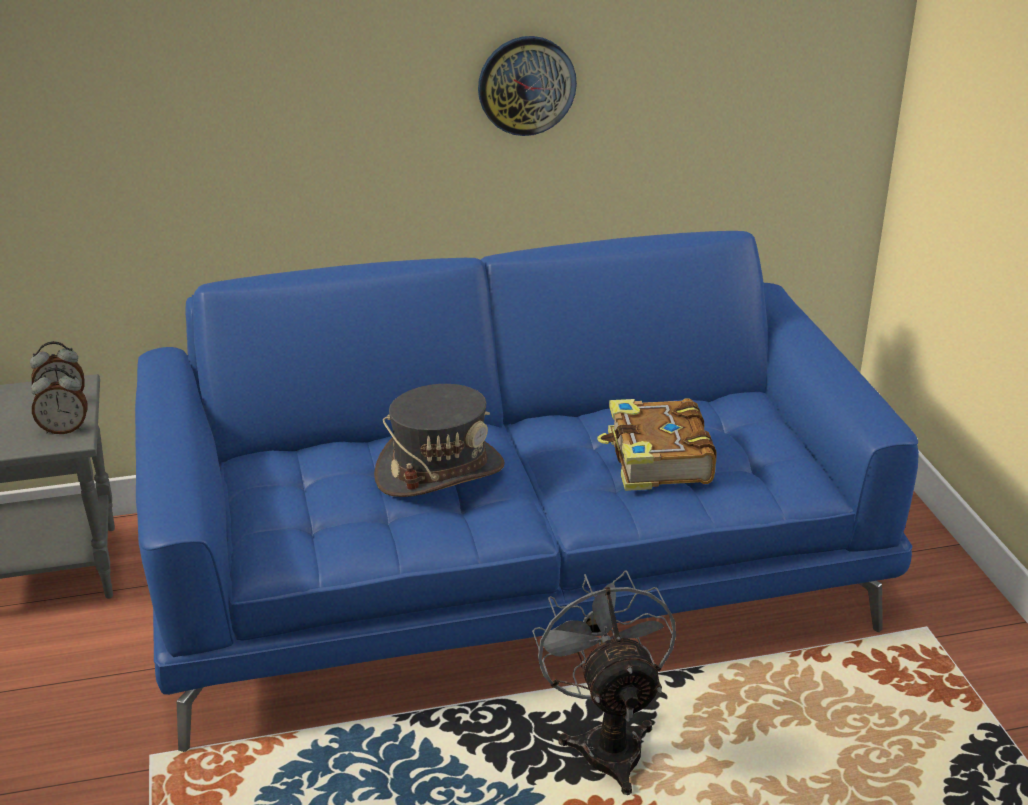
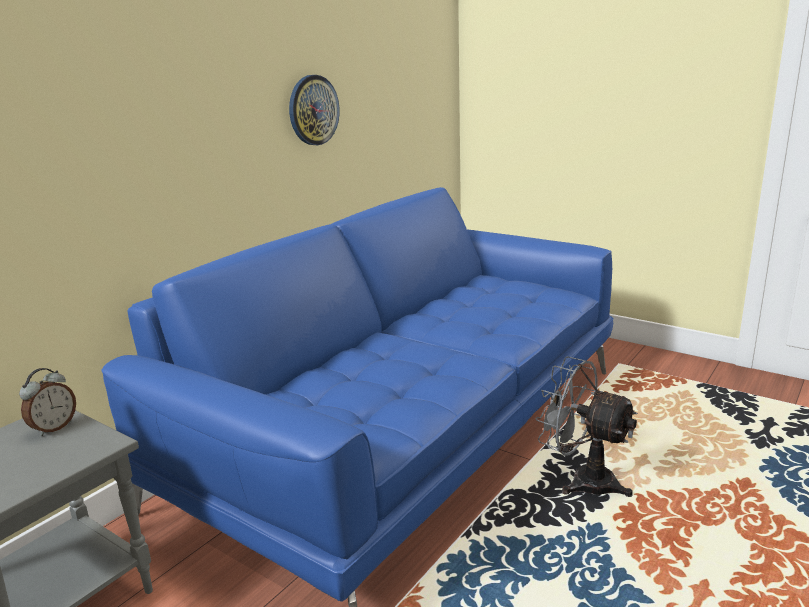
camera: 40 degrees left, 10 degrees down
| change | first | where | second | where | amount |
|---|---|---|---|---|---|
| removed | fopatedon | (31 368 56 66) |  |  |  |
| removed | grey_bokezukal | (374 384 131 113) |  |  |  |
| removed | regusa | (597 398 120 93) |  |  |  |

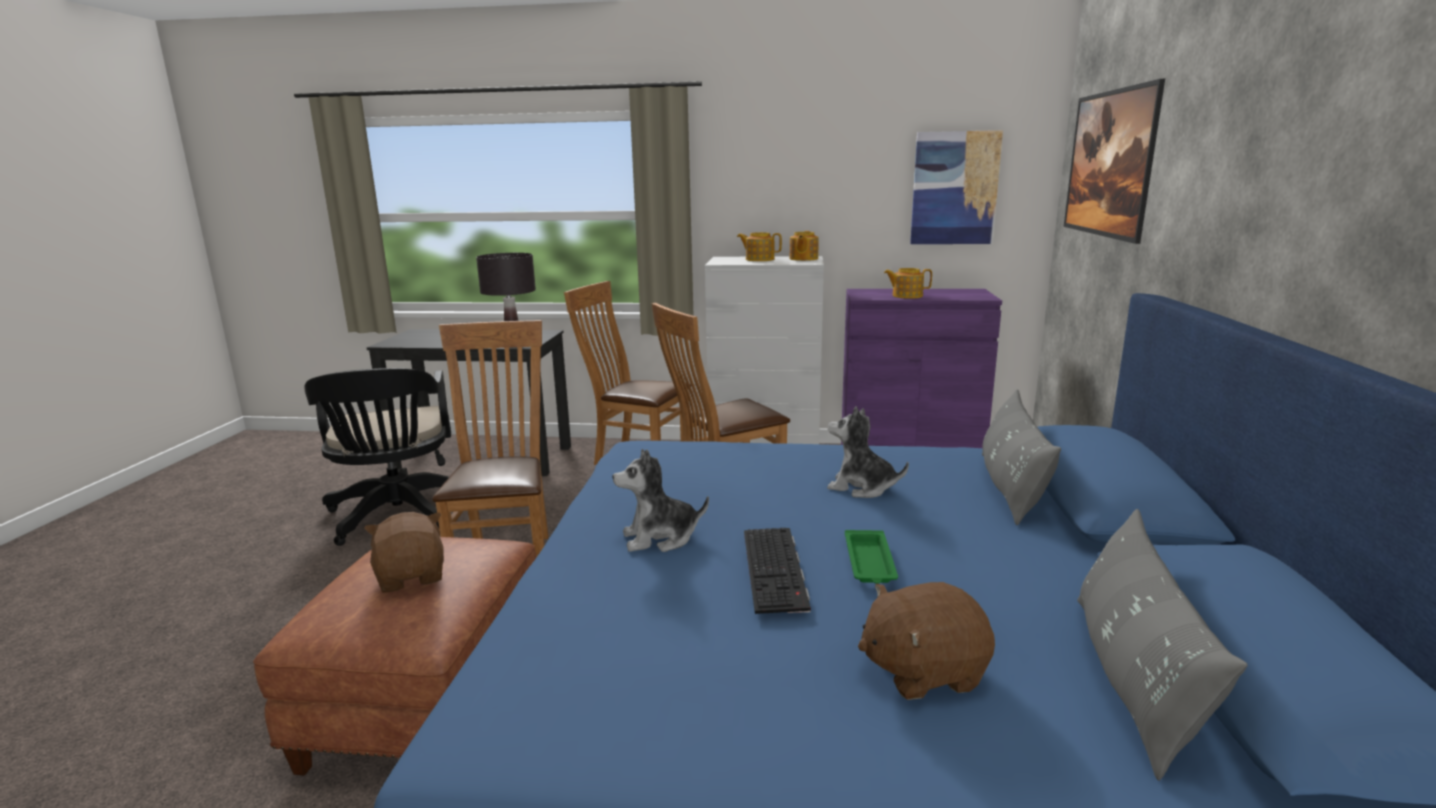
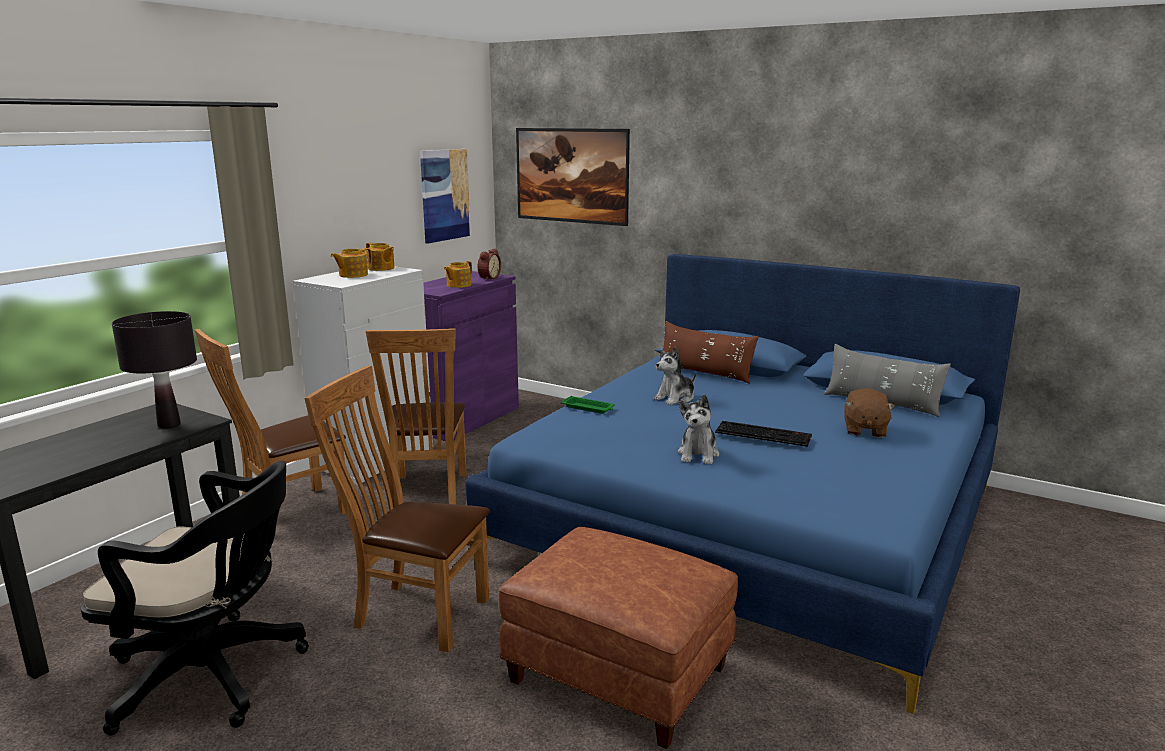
camera: 65 degrees left, 0 degrees up
| change | first | where | second | where | amount |
|---|---|---|---|---|---|
| removed | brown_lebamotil | (364 512 80 80) |  |  |  |
| moved | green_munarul | (845 530 53 54) |  | (561 396 54 18) |  |
| recoloured | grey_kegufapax | (982 389 79 136) | brown_kegufapax | (659 321 100 63) |  |
| added |  |  | fopatedon | (478 249 23 31) |  |

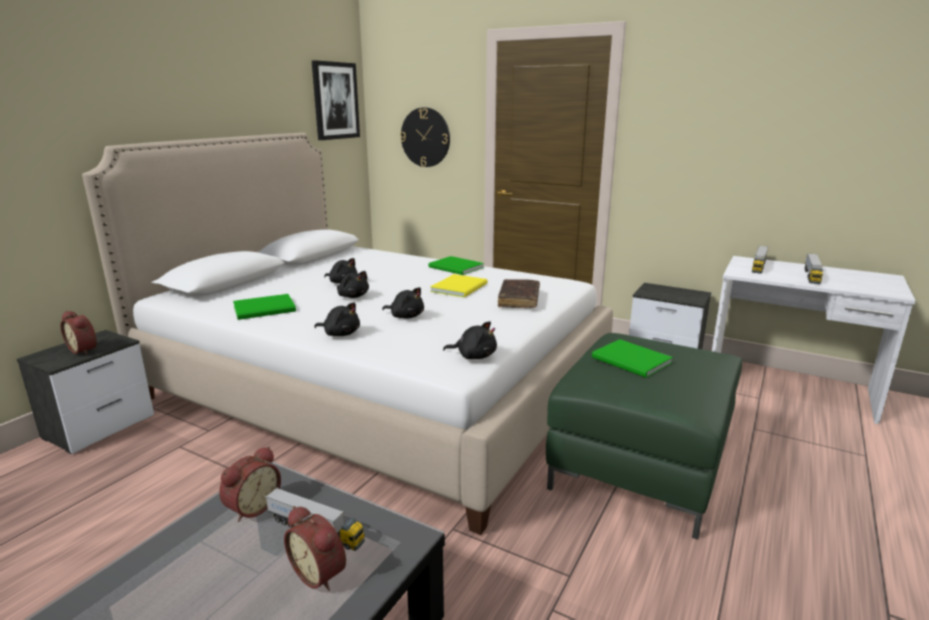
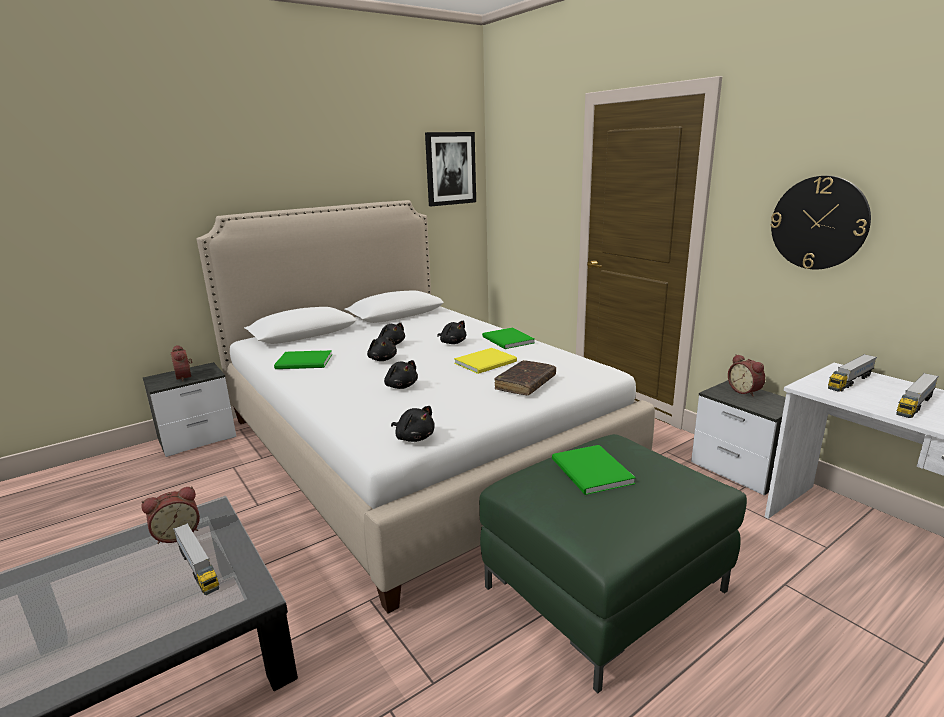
camera: 25 degrees right, 0 degrees up
| change | first | where | second | where | amount |
|---|---|---|---|---|---|
| moved | fopatedon | (284 506 62 85) |  | (728 354 37 43) |  |
| moved | black_lebamotil | (314 302 46 34) |  | (437 321 29 23) |  |
| moved | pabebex | (400 107 50 60) |  | (770 176 101 94) |  |

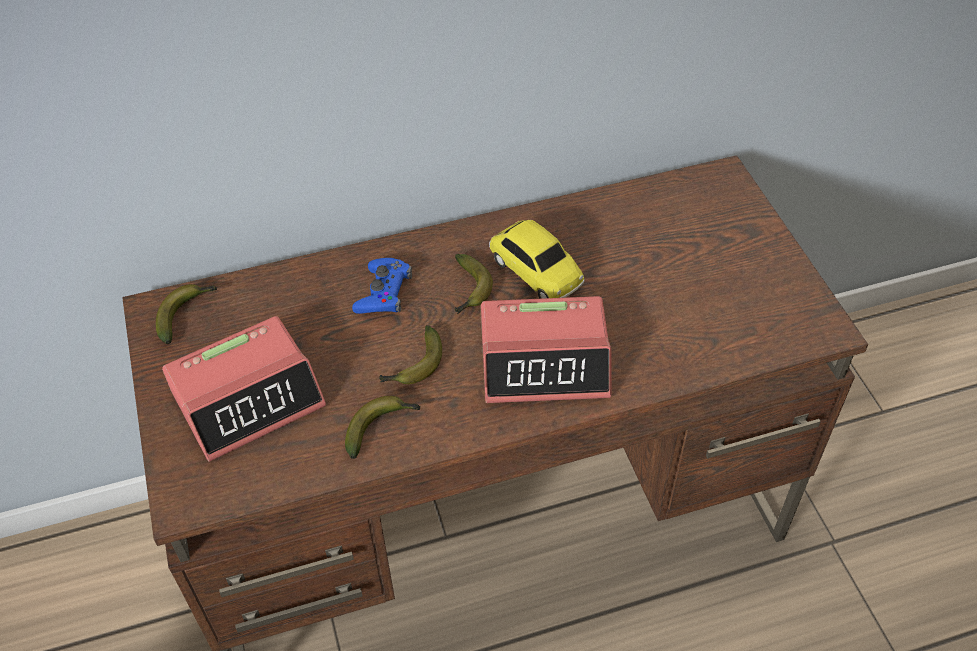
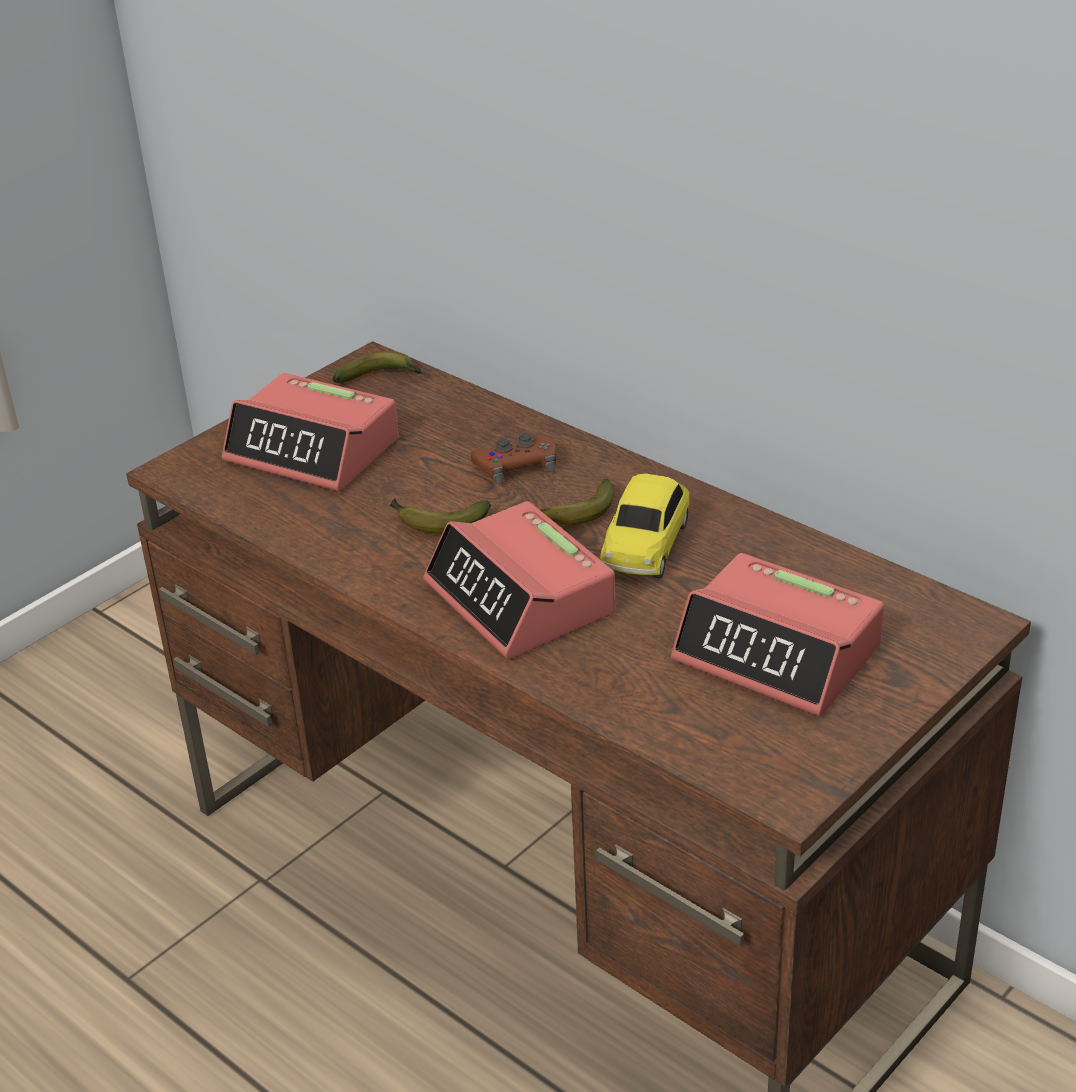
camera: 60 degrees right, 15 degrees down
| change | first | where | second | where | amount |
|---|---|---|---|---|---|
| removed | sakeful | (345 396 76 63) |  |  |  |
| recoloured | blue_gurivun | (352 258 60 56) | brown_gurivun | (471 434 85 50) |  |
| added |  |  | fopatedon | (671 553 213 163) |  |

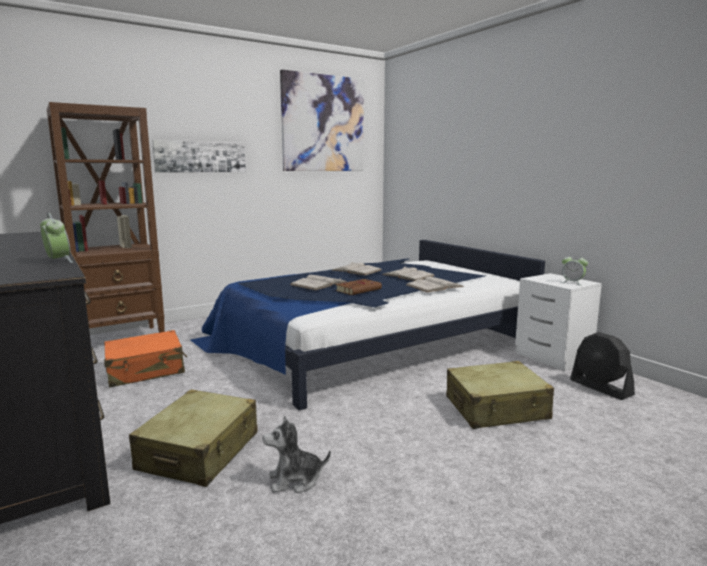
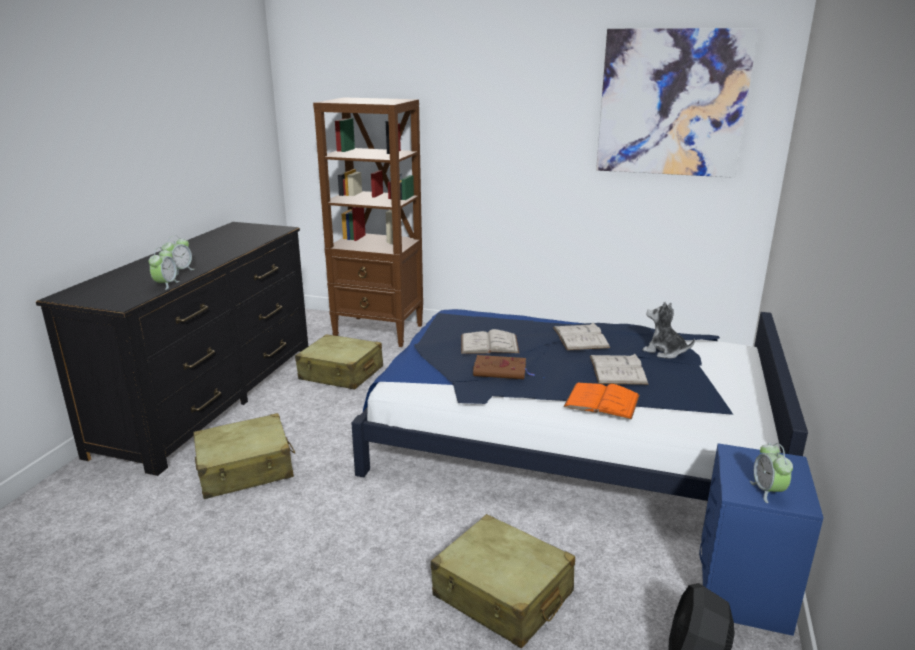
camera: 50 degrees right, 10 degrees up
| change | first | where | second | where | amount |
|---|---|---|---|---|---|
| recoloured | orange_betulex | (104 330 83 57) | beige_betulex | (295 334 88 56) |  |
| removed | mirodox | (152 140 94 32) |  |  |  |
| moved | lebamotil | (262 416 69 77) |  | (643 302 52 57) |  |
| recoloured | white_regusa | (407 277 57 15) | orange_regusa | (563 383 77 37) |  |
| recoloured | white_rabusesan | (515 273 87 98) | blue_rabusesan | (699 443 125 193) |  |
| added |  |  | fopatedon | (162 236 32 39) |  |

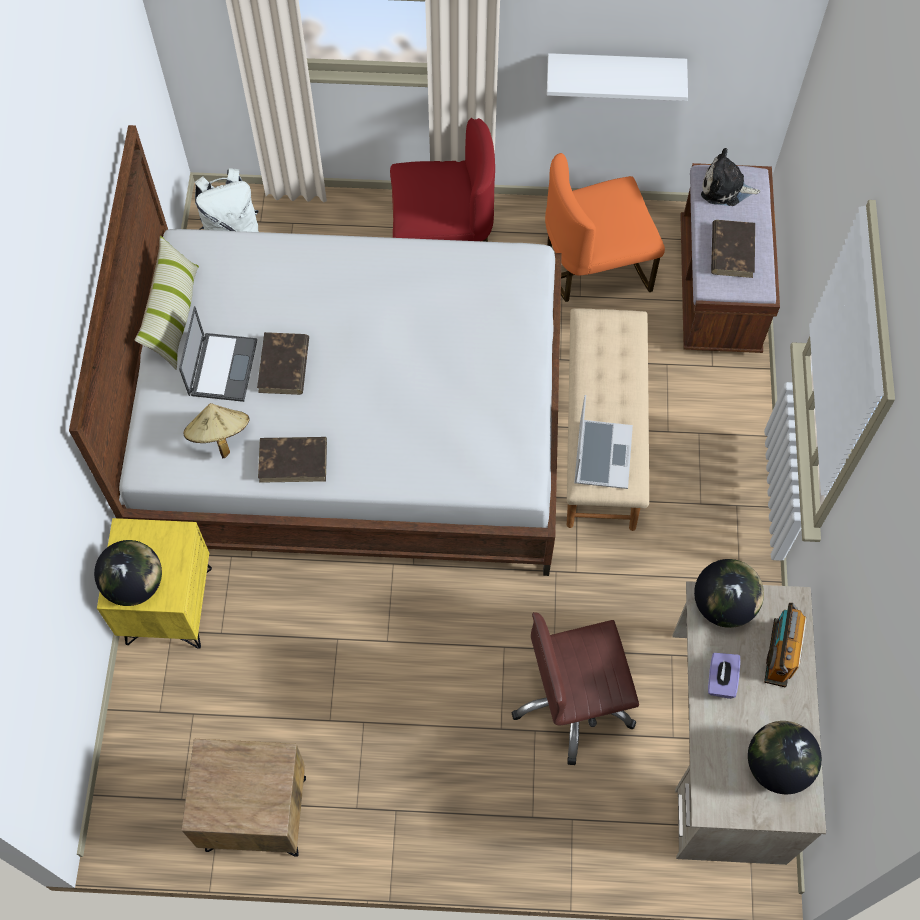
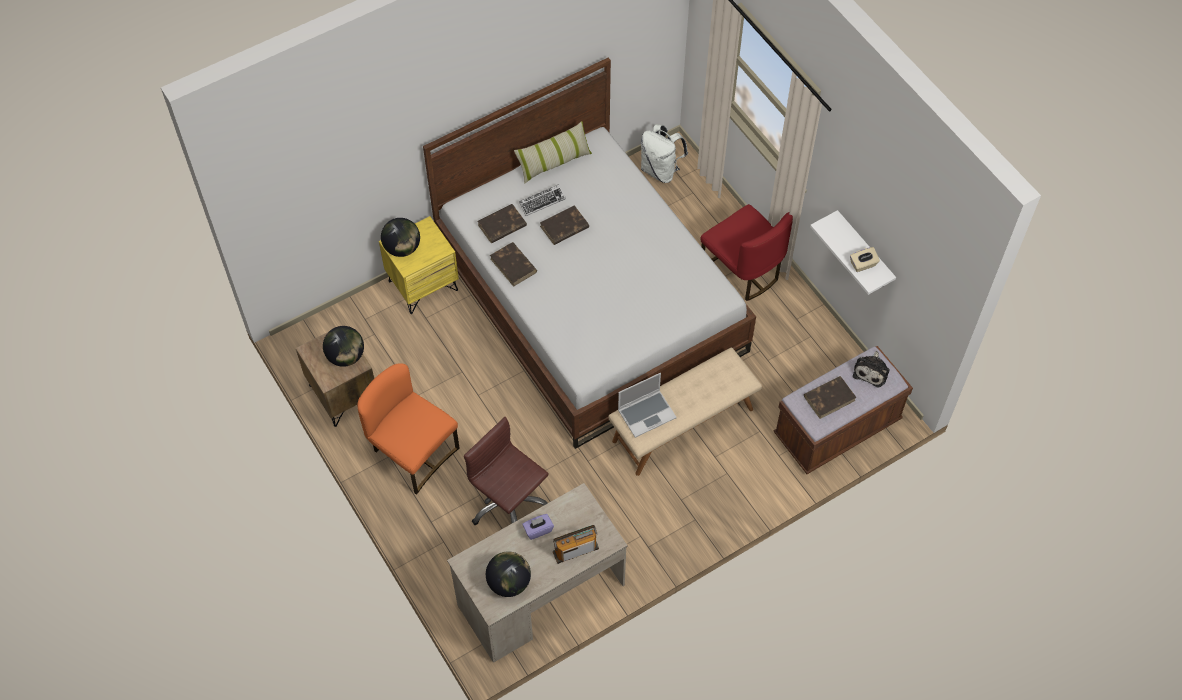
camera: 55 degrees right, 5 degrees down
| change | first | where | second | where | amount |
|---|---|---|---|---|---|
| replaced | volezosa | (179 306 78 96) | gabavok | (519 184 47 32) |  |
| replaced | beige_bokezukal | (183 403 67 55) | brown_regusa | (477 204 50 39) |  |
| moved | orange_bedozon | (545 153 120 149) |  | (358 363 101 132) |  |
| moved | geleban | (694 559 70 69) |  | (323 326 41 41) |  |
| turned | lebamotil | (701 148 59 58) |  | (853 351 36 36) | 135 degrees counterclockwise |
| added |  |  | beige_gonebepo | (850 247 30 25) |  |

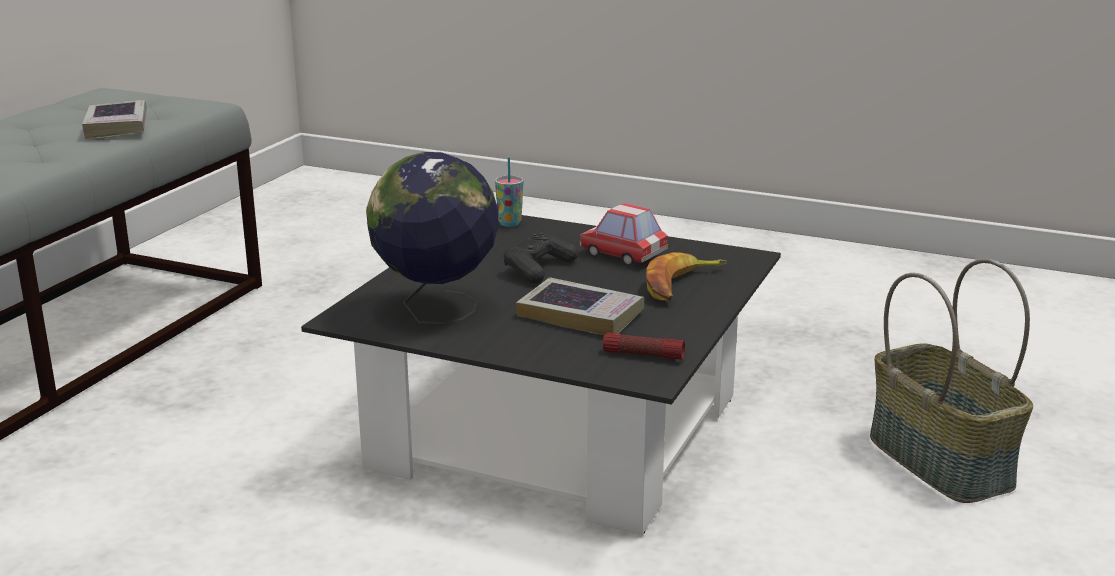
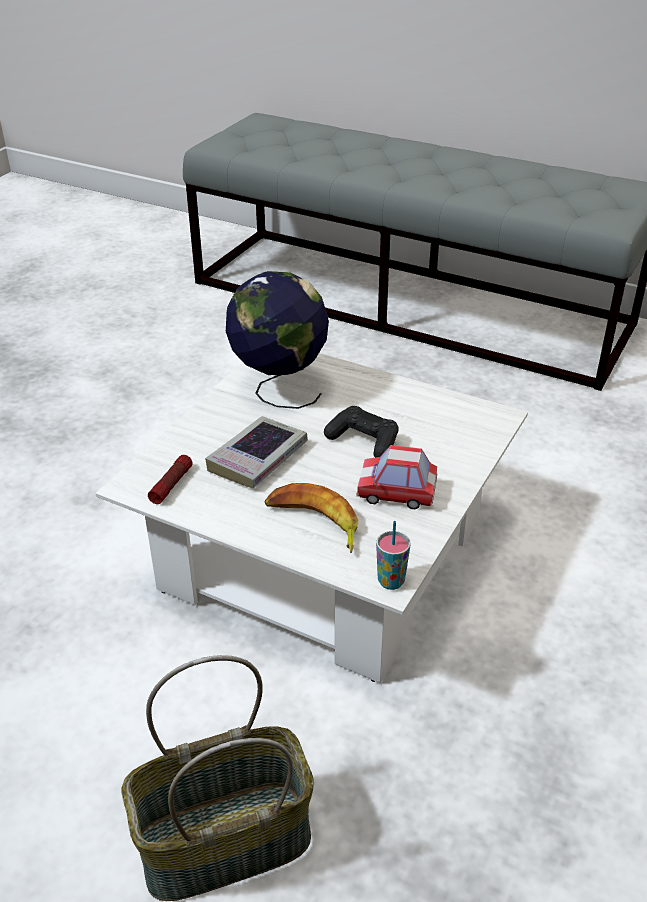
camera: 95 degrees right, 15 degrees up
| change | first | where | second | where | amount |
|---|---|---|---|---|---|
| removed | regusa | (82 100 65 39) |  |  |  |
| recoloured | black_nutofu | (301 215 480 320) | white_nutofu | (95 353 433 330) |  |
| moved | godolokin | (495 157 28 70) |  | (376 521 35 69) |  |
| turned | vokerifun | (580 203 88 63) |  | (357 445 80 64) | 120 degrees counterclockwise |

